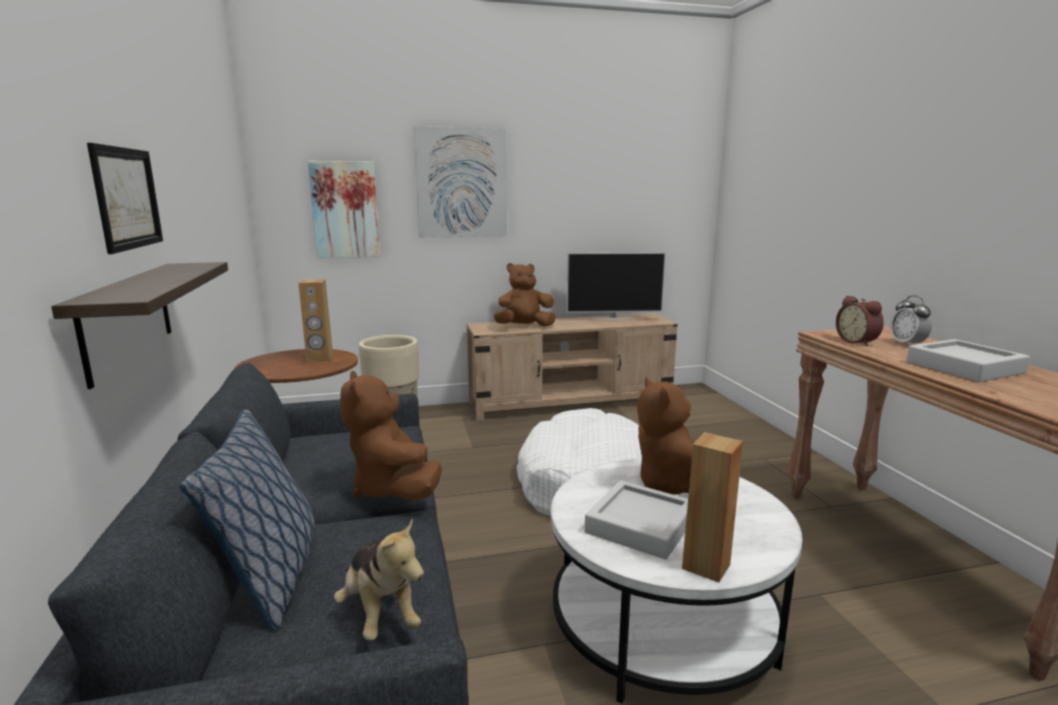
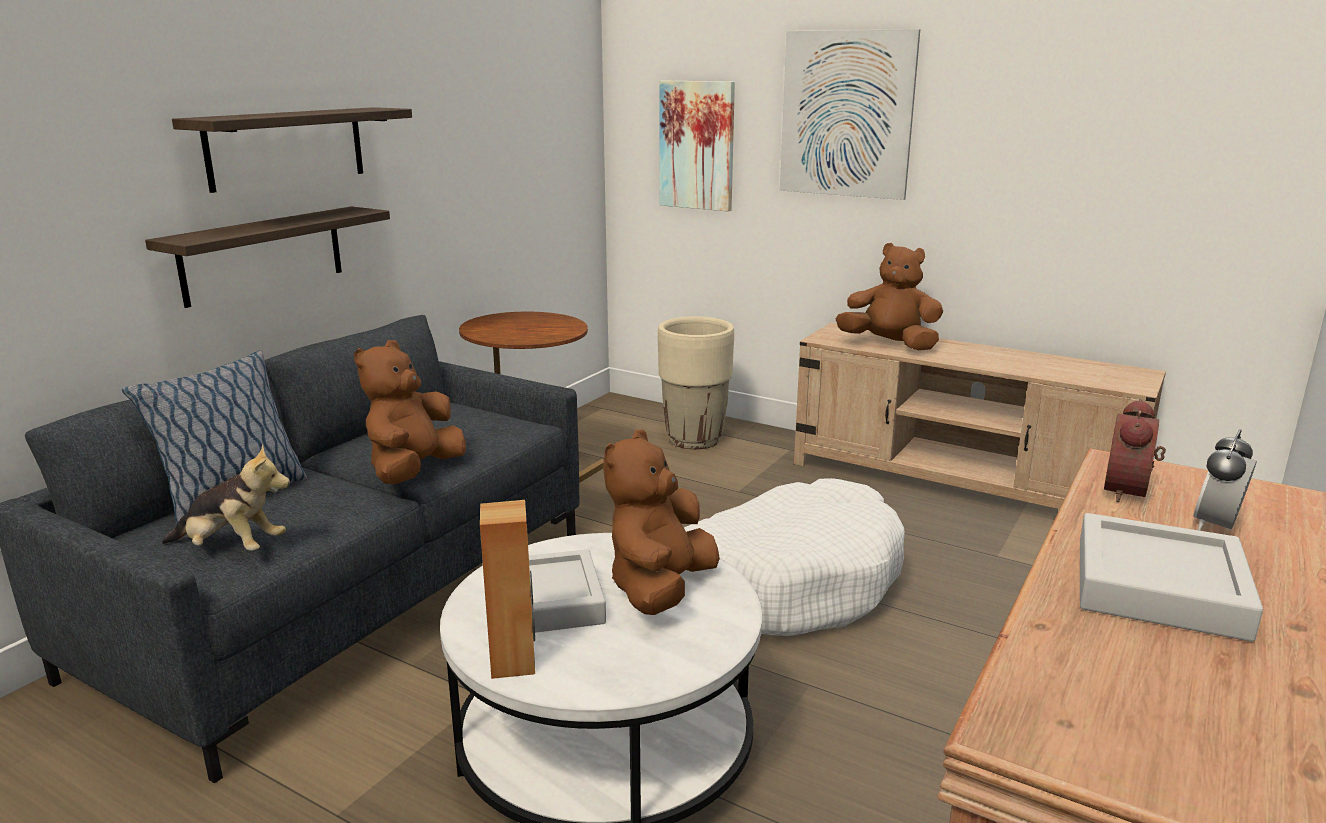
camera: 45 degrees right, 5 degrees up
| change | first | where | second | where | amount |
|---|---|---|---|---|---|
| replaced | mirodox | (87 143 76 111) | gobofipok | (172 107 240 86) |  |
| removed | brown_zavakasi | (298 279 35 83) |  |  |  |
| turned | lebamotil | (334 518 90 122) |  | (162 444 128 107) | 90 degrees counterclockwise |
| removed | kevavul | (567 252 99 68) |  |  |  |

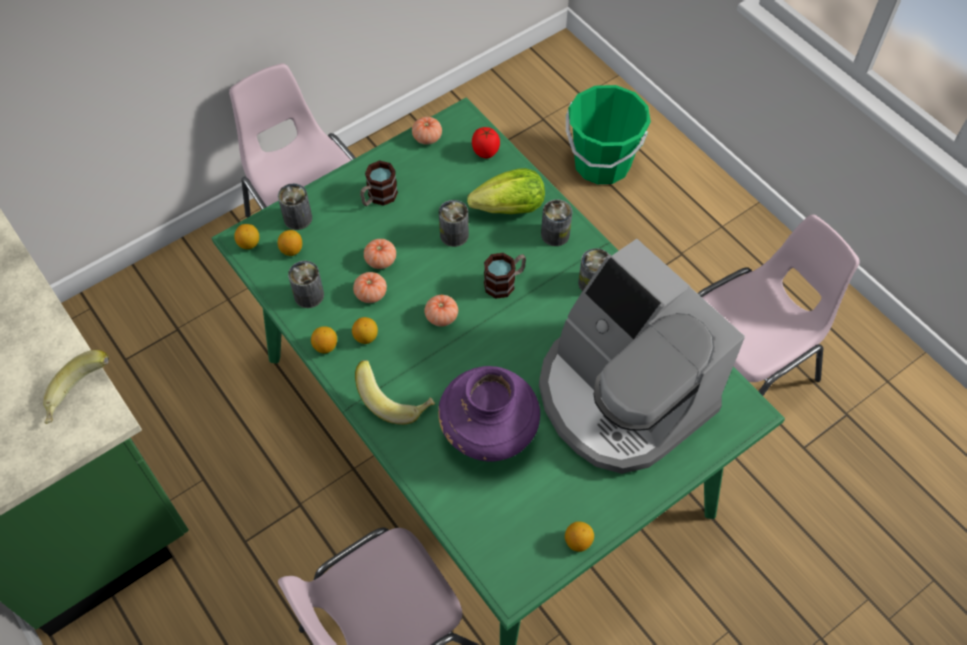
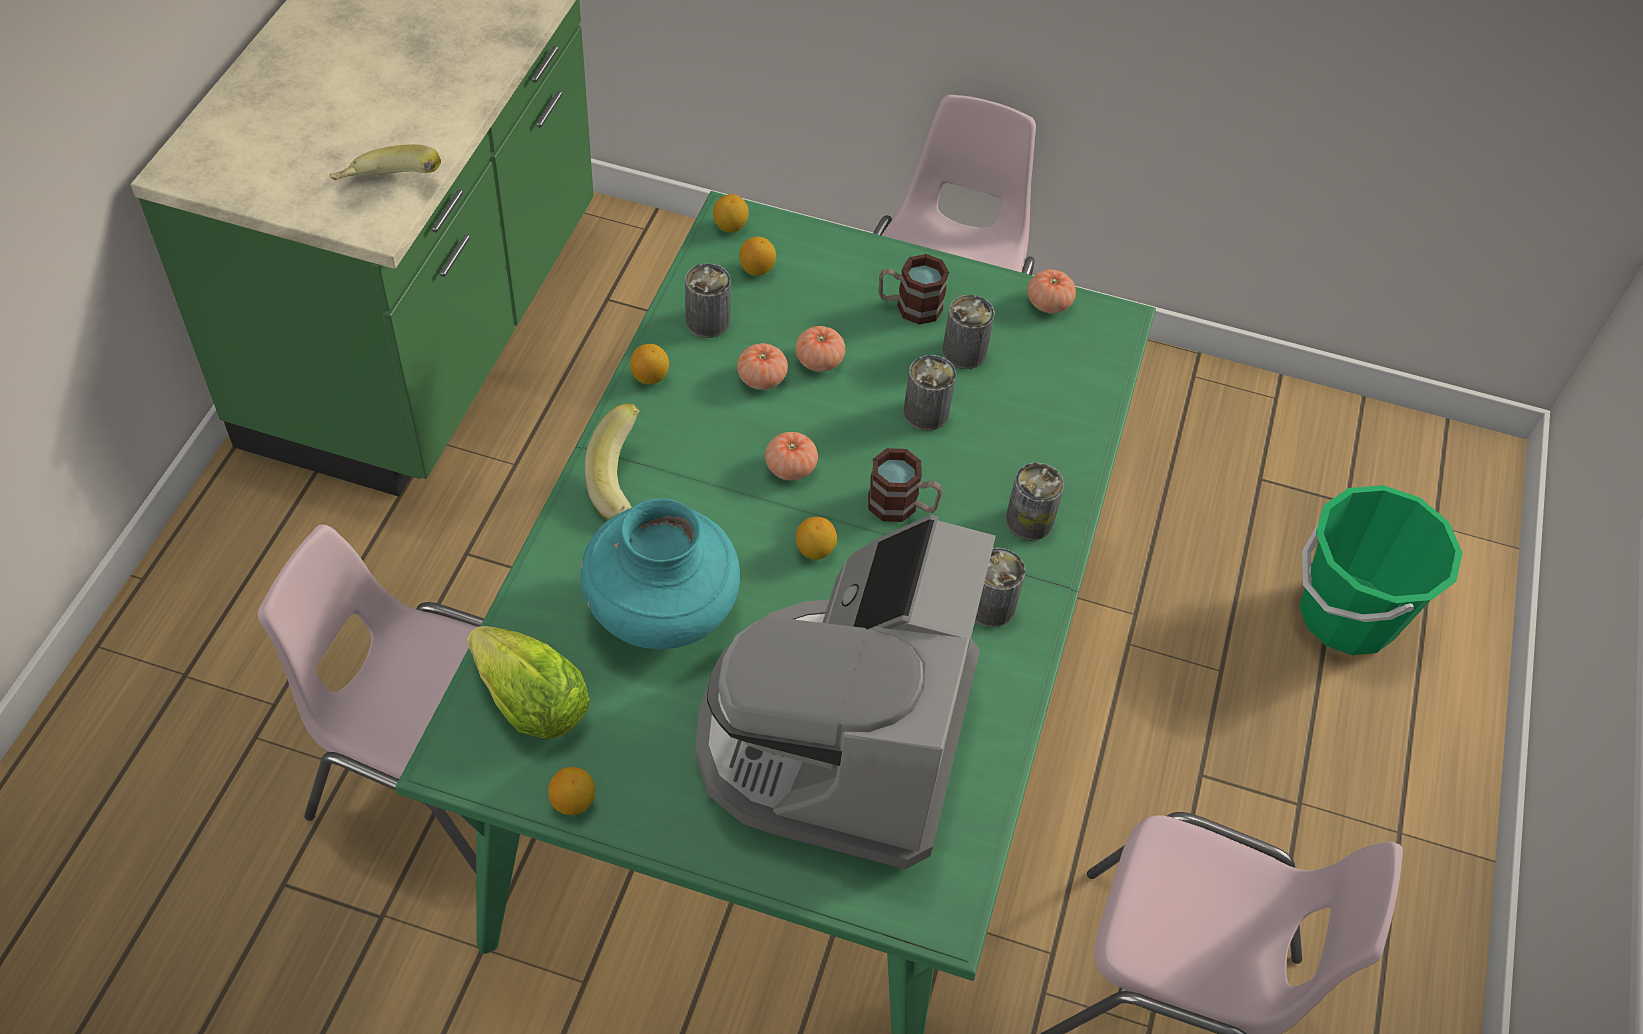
camera: 50 degrees right, 5 degrees down
| change | first | where | second | where | amount |
|---|---|---|---|---|---|
| moved | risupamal | (278 183 34 47) |  | (942 295 53 74) |  |
| moved | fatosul | (352 317 26 27) |  | (796 517 41 43) |  |
| recoloured | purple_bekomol | (438 366 102 96) | turquoise_bekomol | (580 498 160 151) |  |
| moved | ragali | (467 168 78 46) |  | (467 626 123 113) |  |
| removed | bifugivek | (472 127 28 31) |  |  |  |

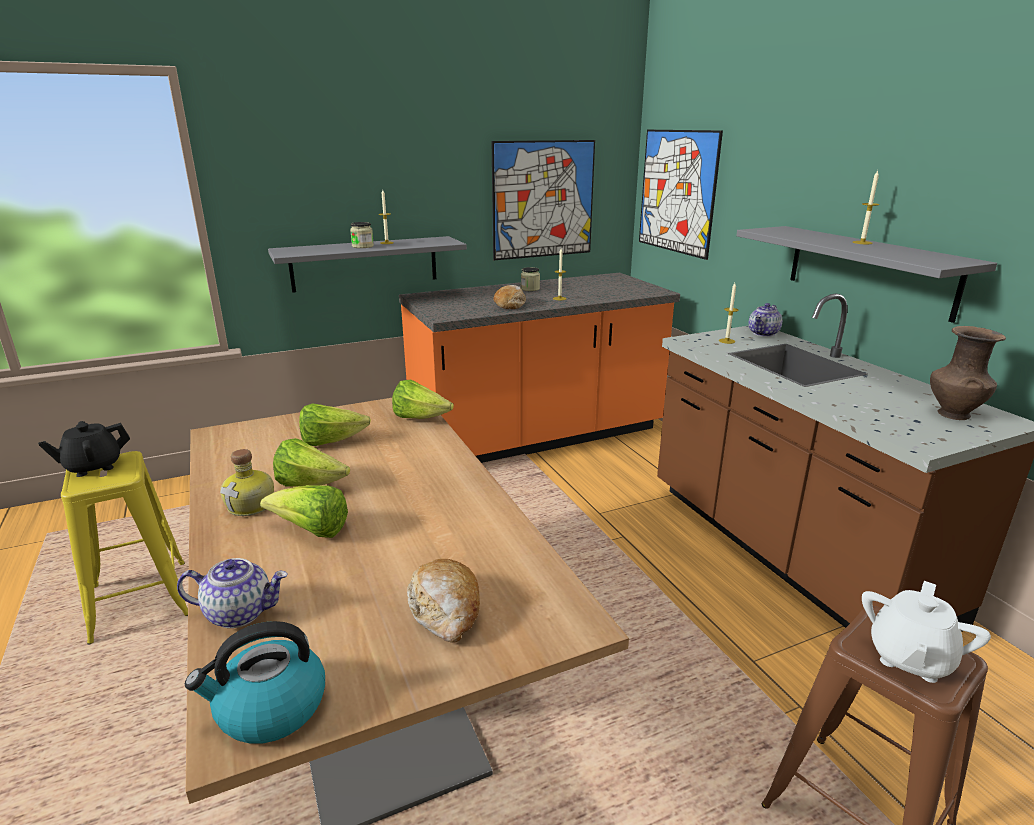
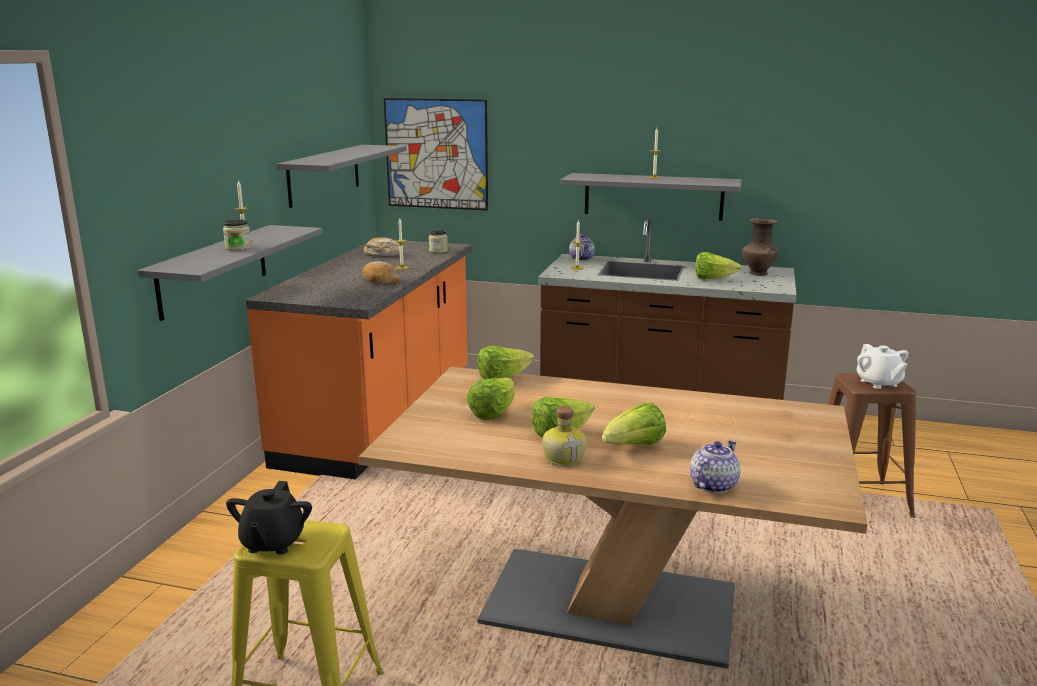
camera: 50 degrees left, 5 degrees down
| change | first | where | second | where | amount |
|---|---|---|---|---|---|
| removed | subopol | (185 621 140 123) |  |  |  |
| moved | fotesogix | (407 559 73 84) |  | (363 237 41 20) |  |
| replaced | mirodox | (492 140 103 120) | grey_gobofipok | (276 145 131 63) |  |
| moved | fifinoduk | (521 267 19 24) |  | (429 230 19 23) |  |
| added |  |  | ragali | (695 252 47 27) |  |

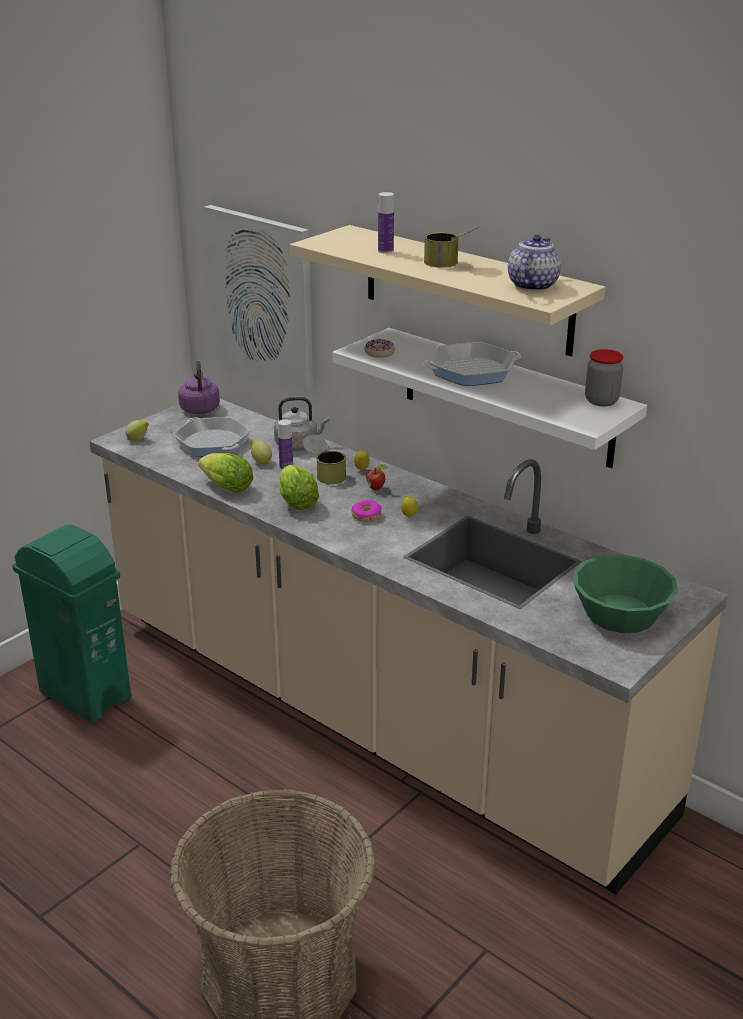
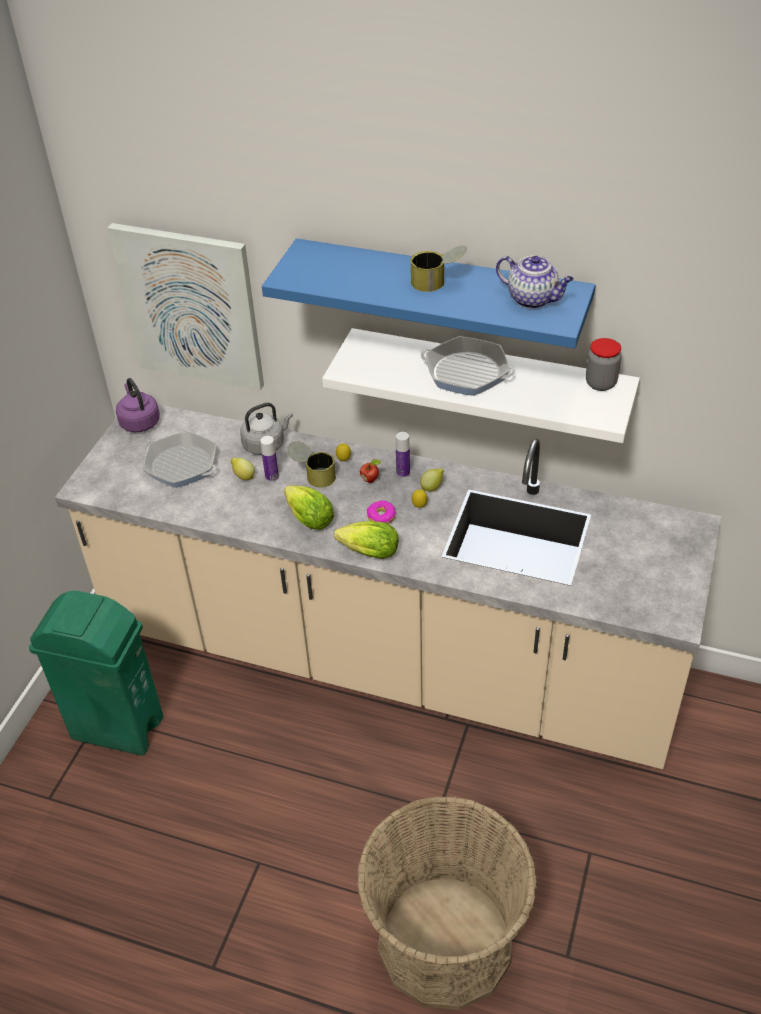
camera: 20 degrees left, 15 degrees up
| change | first | where | second | where | amount |
|---|---|---|---|---|---|
| moved | fatosul | (125 420 24 21) |  | (420 468 24 24) |  |
| moved | ragali | (198 453 55 40) |  | (334 521 65 38) |  |
| recoloured | beige_gobofipok | (290 225 316 131) | blue_gobofipok | (262 238 333 110) |  |
| removed | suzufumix | (364 339 31 19) |  |  |  |
| moved | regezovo | (378 192 16 61) |  | (396 432 14 46) |  |
| turned | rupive | (423 342 98 44) |  | (421 336 94 60) | 60 degrees clockwise |
| turned | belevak | (508 235 53 56) |  | (496 256 78 53) | 120 degrees clockwise |
| removed | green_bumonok | (573 554 105 79) |  |  |  |

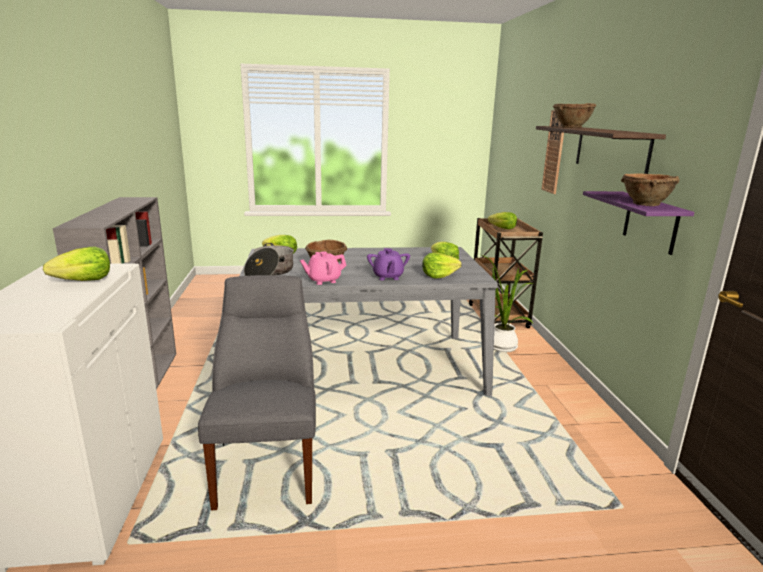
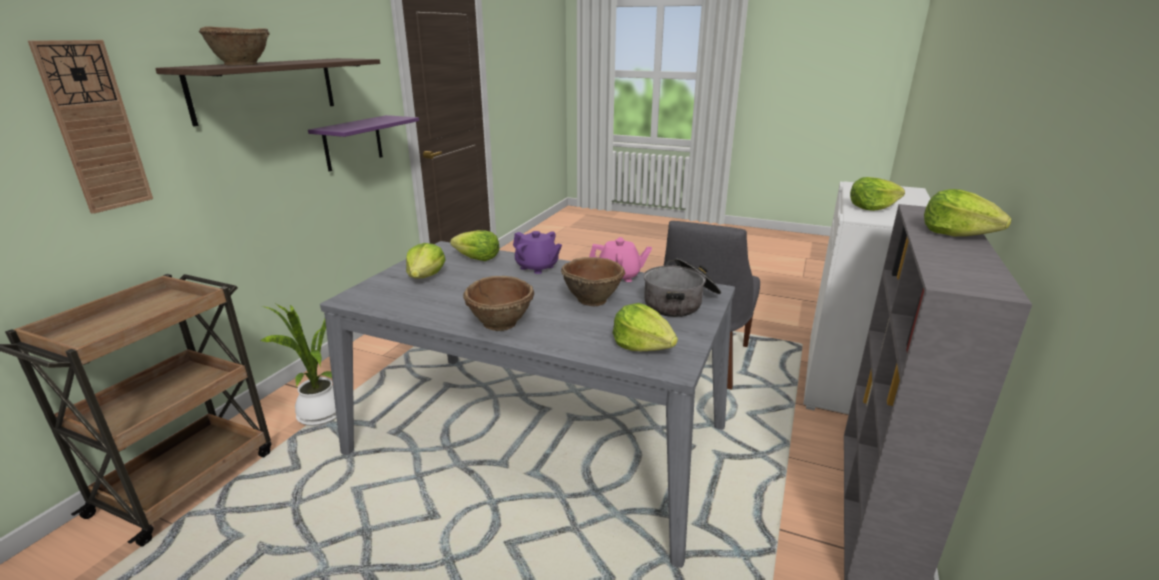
camera: 150 degrees left, 5 degrees up
| change | first | where | second | where | amount |
|---|---|---|---|---|---|
| turned | purple_belevak | (367 248 43 32) |  | (513 231 49 43) | 105 degrees clockwise |
| moved | ragali | (488 212 29 17) |  | (924 189 88 47) |  |
| moved | brown_bumonok | (621 174 59 32) |  | (463 276 71 55) |  |

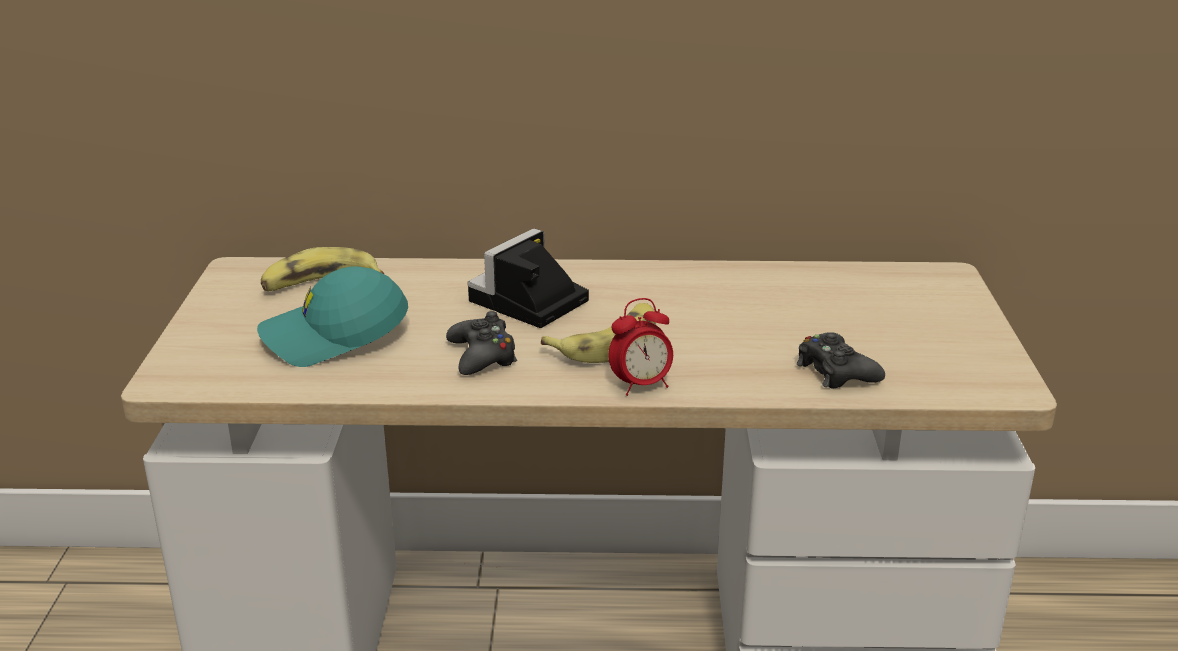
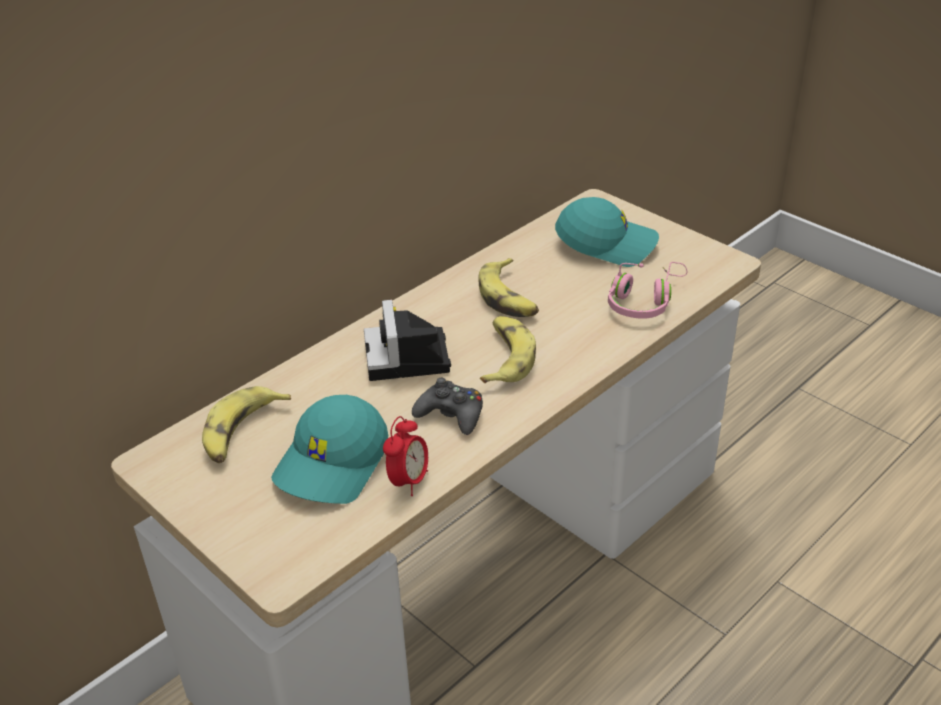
camera: 45 degrees left, 10 degrees up
| change | first | where | second | where | amount |
|---|---|---|---|---|---|
| moved | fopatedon | (609 298 64 98) |  | (383 416 45 80) |  |
| replaced | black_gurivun | (797 332 88 57) | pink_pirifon | (608 262 79 57) |  |
| added |  |  | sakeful | (478 258 61 59) |  |
| added |  |  | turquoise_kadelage | (555 197 104 70) |  |

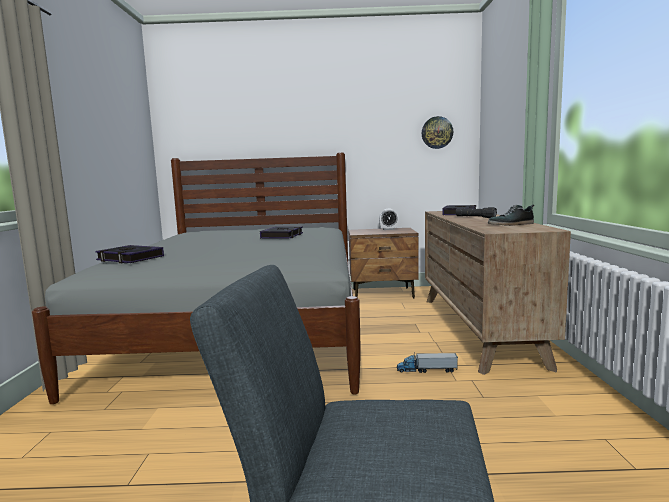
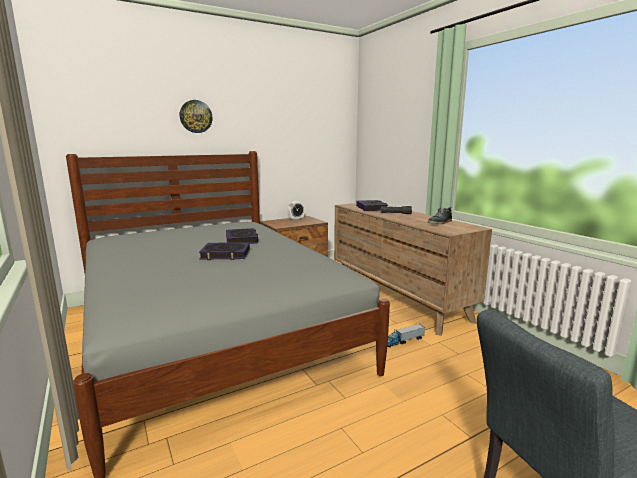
camera: 30 degrees left, 5 degrees up
| change | first | where | second | where | amount |
|---|---|---|---|---|---|
| moved | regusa | (95 245 69 18) |  | (199 242 51 18) |  |
| moved | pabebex | (421 116 32 33) |  | (180 100 33 33) |  |

